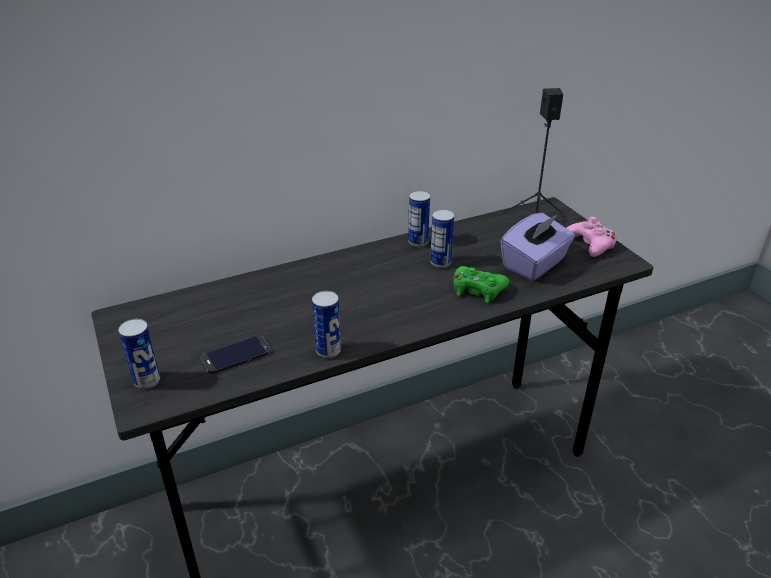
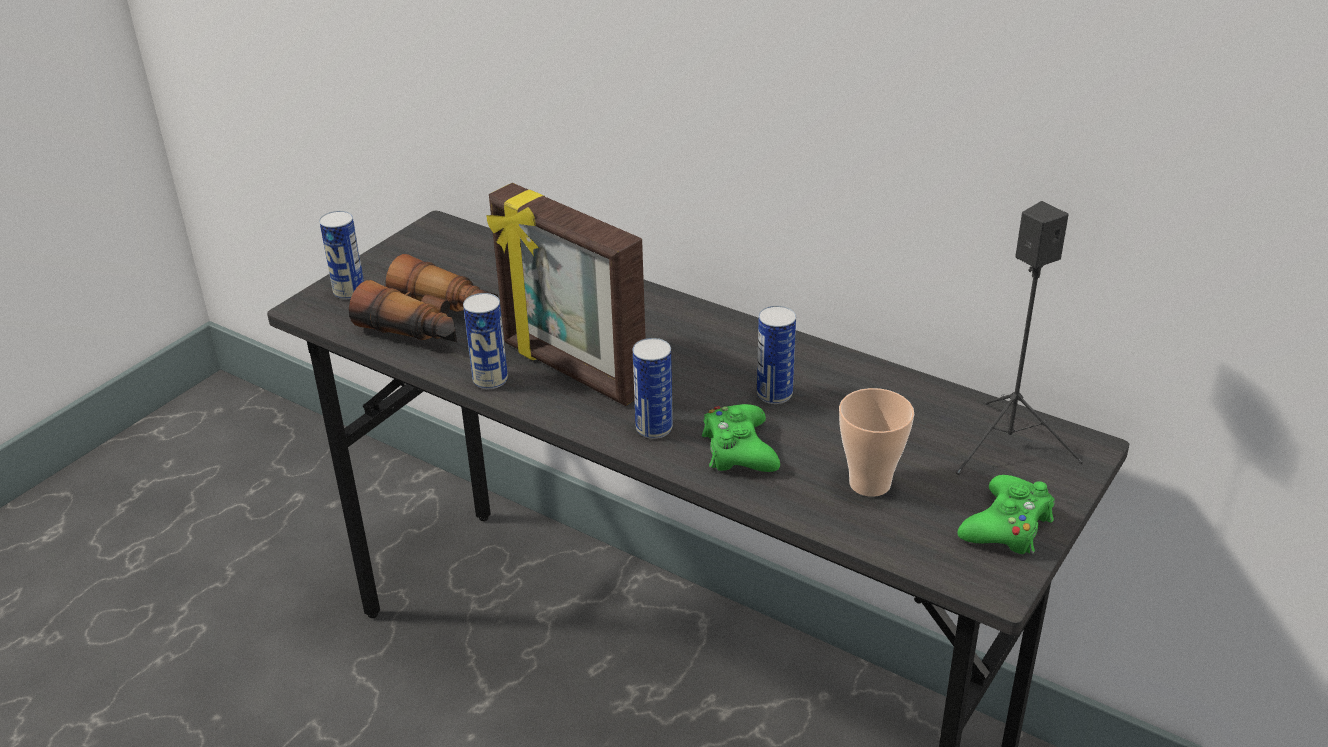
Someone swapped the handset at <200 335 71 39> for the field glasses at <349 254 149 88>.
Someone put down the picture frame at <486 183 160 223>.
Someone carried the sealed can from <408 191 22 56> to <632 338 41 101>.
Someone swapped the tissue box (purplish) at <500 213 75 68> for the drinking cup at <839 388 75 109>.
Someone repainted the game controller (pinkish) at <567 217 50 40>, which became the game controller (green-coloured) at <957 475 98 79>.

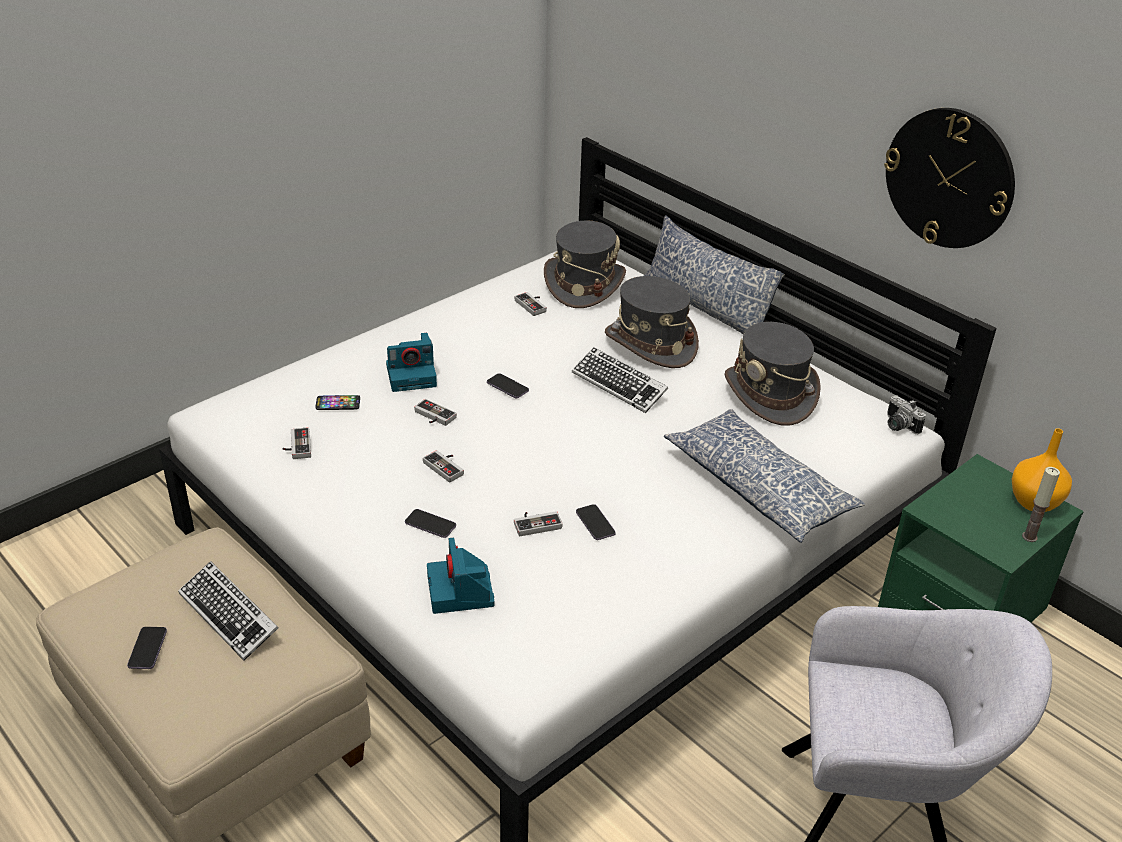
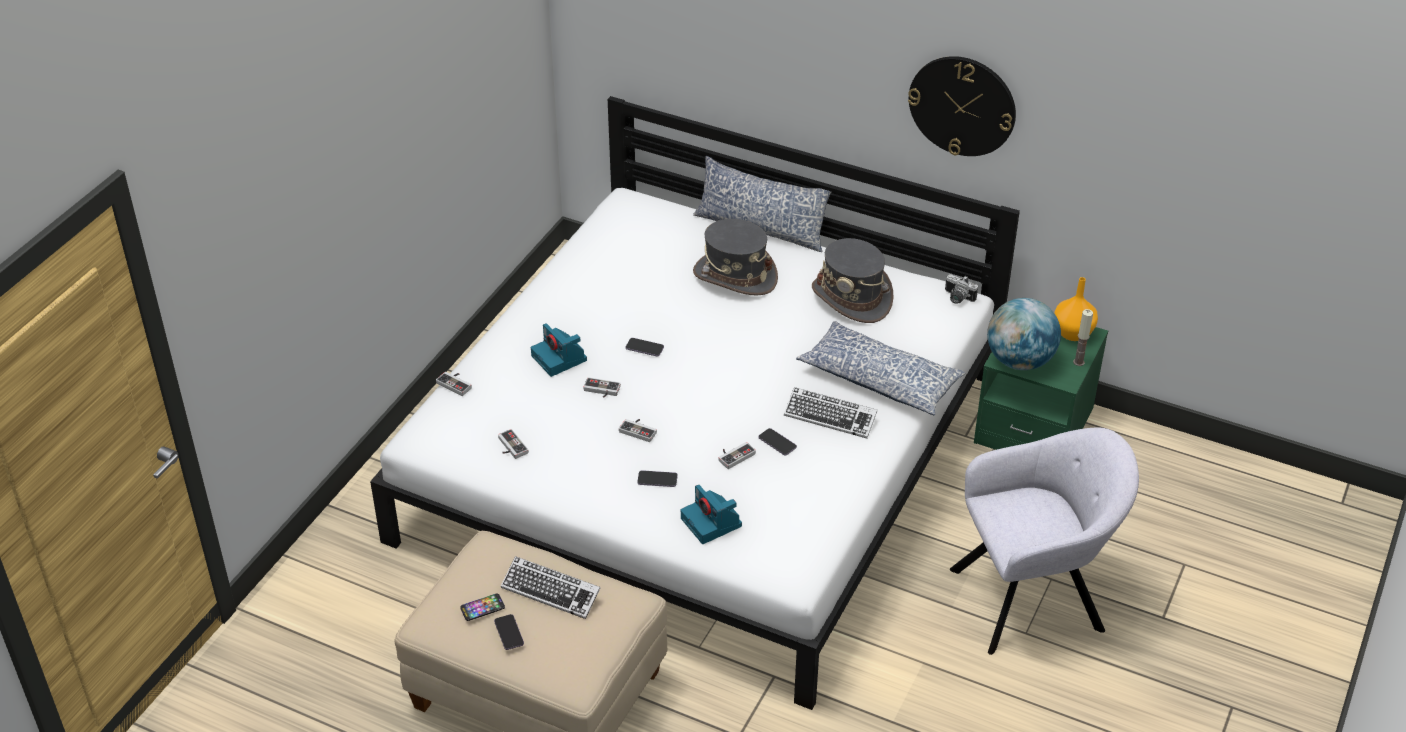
Someone carried the game controller from <515 292 32 24> to <436 372 36 24>.
Someone carried the handset from <315 395 45 15> to <460 594 45 27>.
Someone rotated the photo camera at <386 333 51 59> by 90 degrees clockwise.
Someone carried the computer keyboard from <572 347 96 66> to <784 387 93 51>.
Someone put down the desk globe at <987 298 74 72>.
Someone took away the clothing hat (gray) at <544 220 82 88>.

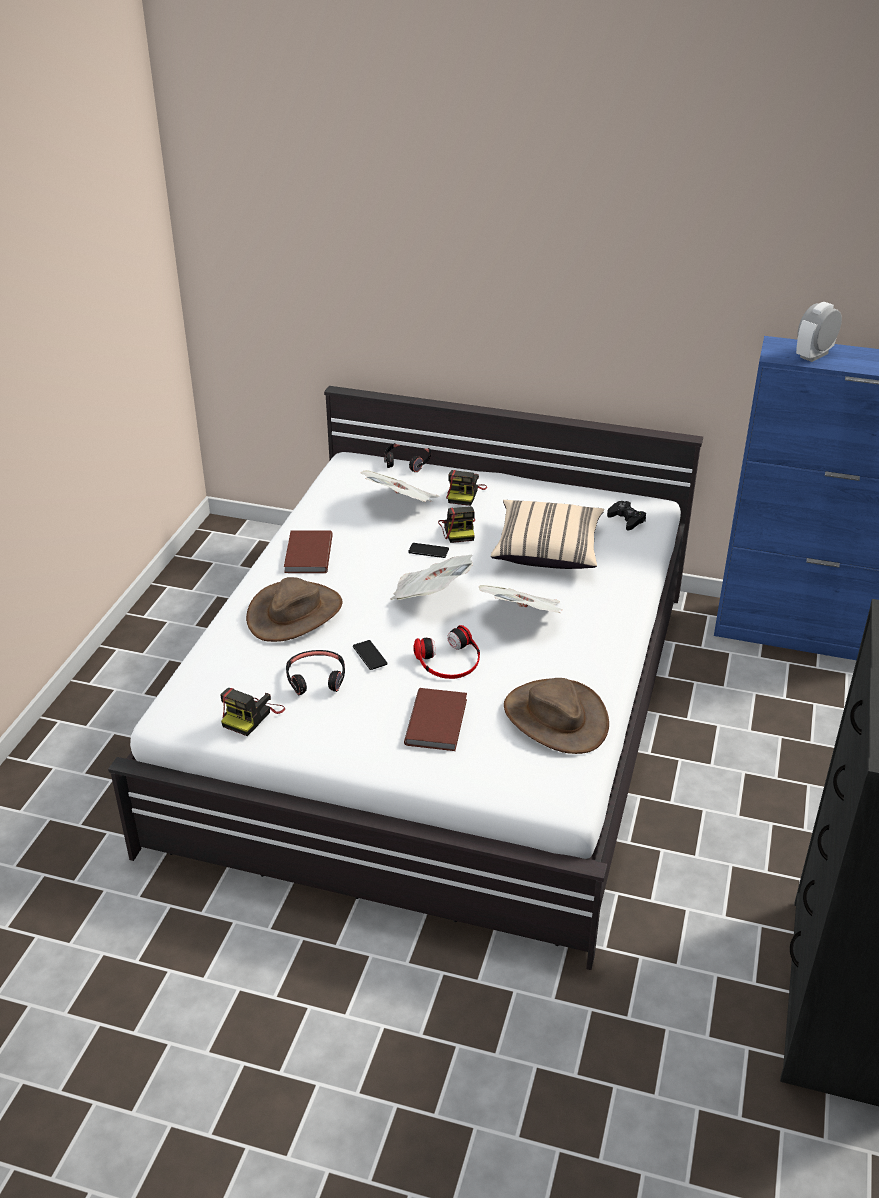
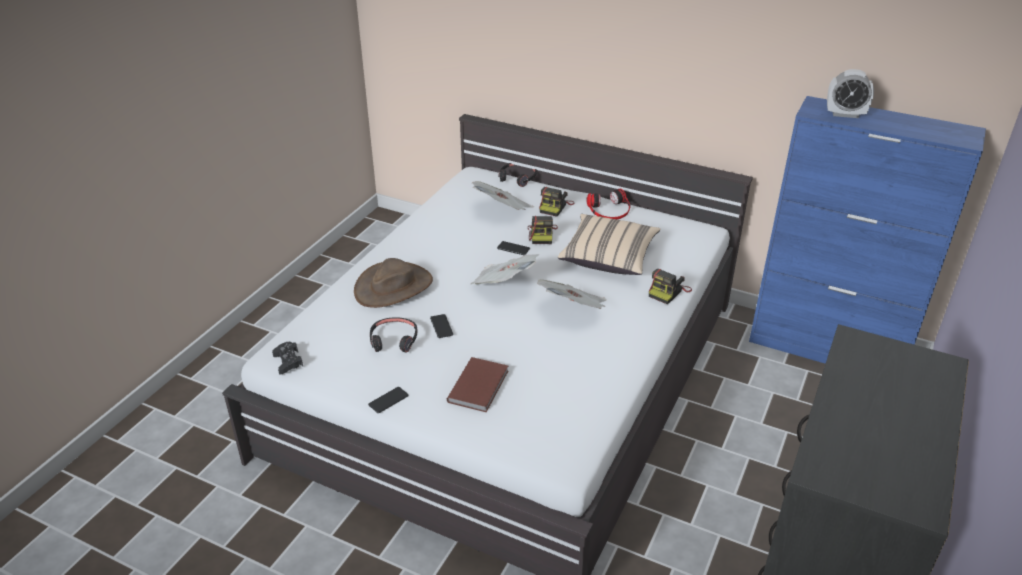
Someone carried the game controller (black) from <607 501 39 30> to <272 342 31 33>.
Someone put down the handset at <368 387 41 26>.
Someone carried the pair of headphones from <413 625 67 54> to <587 189 43 30>.
Someone carried the photo camera from <220 688 65 48> to <649 269 43 35>.
Someone rotated the table clock at <796 302 46 60> by 135 degrees counterclockwise.
Someone took away the volume (brown-coloured) at <284 530 49 43>.
Someone took away the clothing hat (brown-coloured) at <504 678 105 76>.

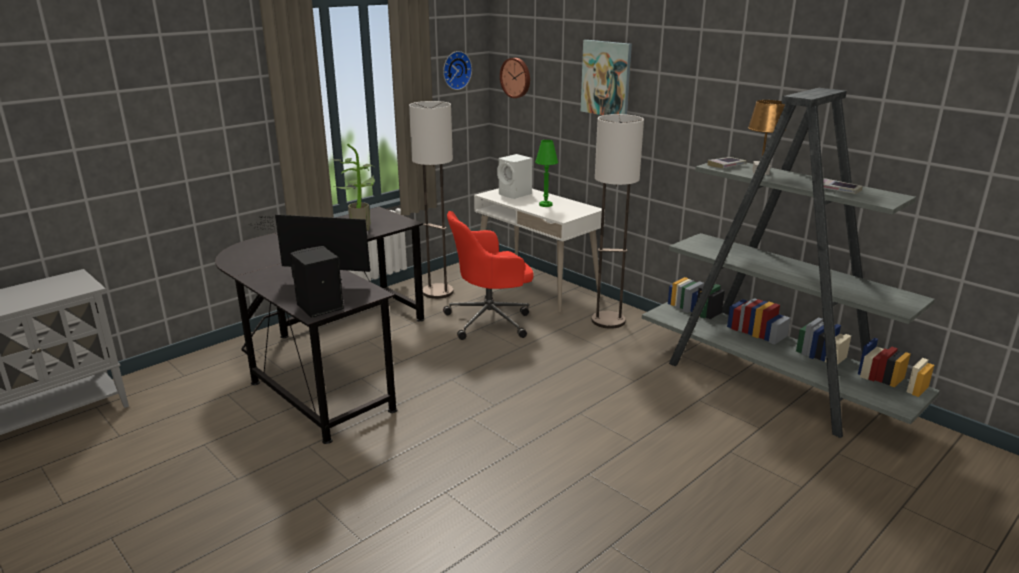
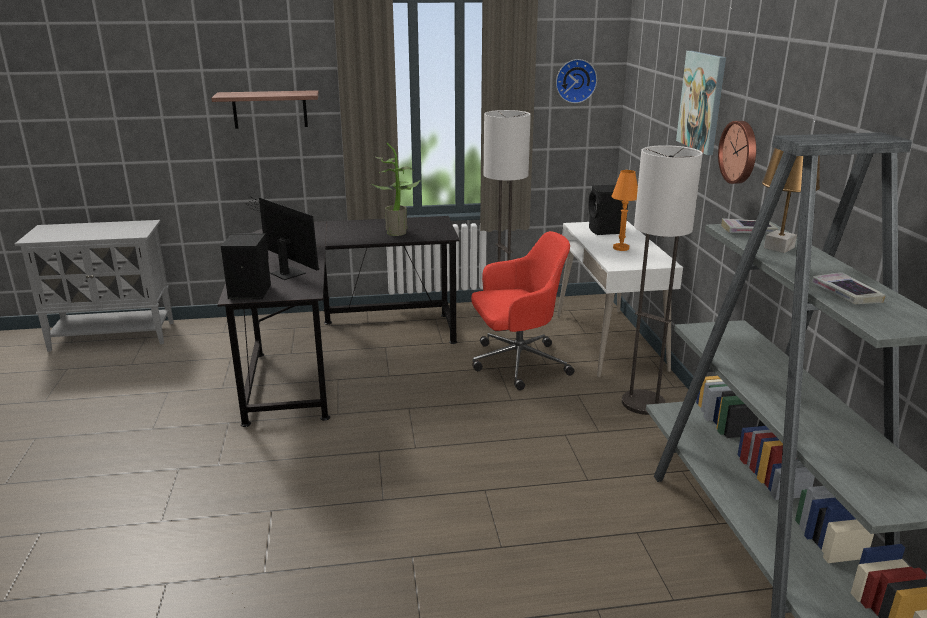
Someone put up the bracket shelf at <211 90 108 39>.
Someone rotated the desk chair (reddish) at <443 211 91 129> by 150 degrees clockwise.
Someone repainted the speaker (whitish) at <497 154 35 45>, which became the speaker (black) at <588 185 40 50>.
Someone repainted the tabletop lamp (green-coloured) at <535 140 23 67>, which became the tabletop lamp (orangey) at <612 170 26 81>.
Someone carried the wall clock from <500 58 30 40> to <718 121 38 63>.

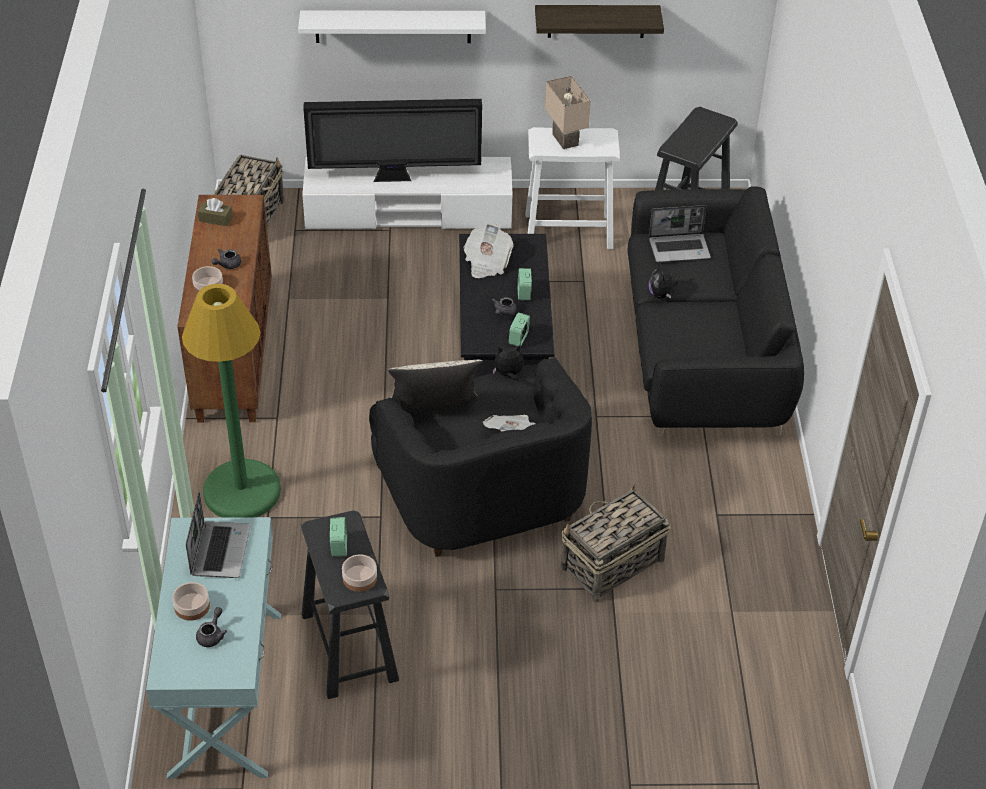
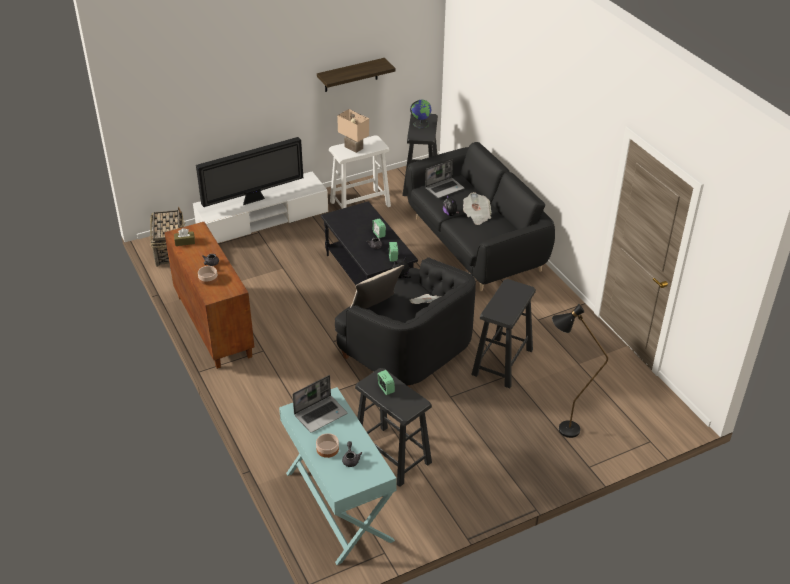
Someone rotated the laptop at <186 492 64 86> by 75 degrees clockwise.
Someone put down the desk globe at <410 100 21 29>.
Someone carried the daily paper from <463 223 50 55> to <463 192 28 33>.
Someone swapped the storage basket at <561 485 110 117> for the stool seat (black) at <471 279 65 109>.
Someone put down the standard lamp (black) at <552 304 56 134>.
Someone took away the standard lamp (green-coloured) at <182 284 99 234>.
Someone took away the bracket shelf (whitish) at <298 10 188 33>.
Someone took away the deep dish at <342 554 35 38>.

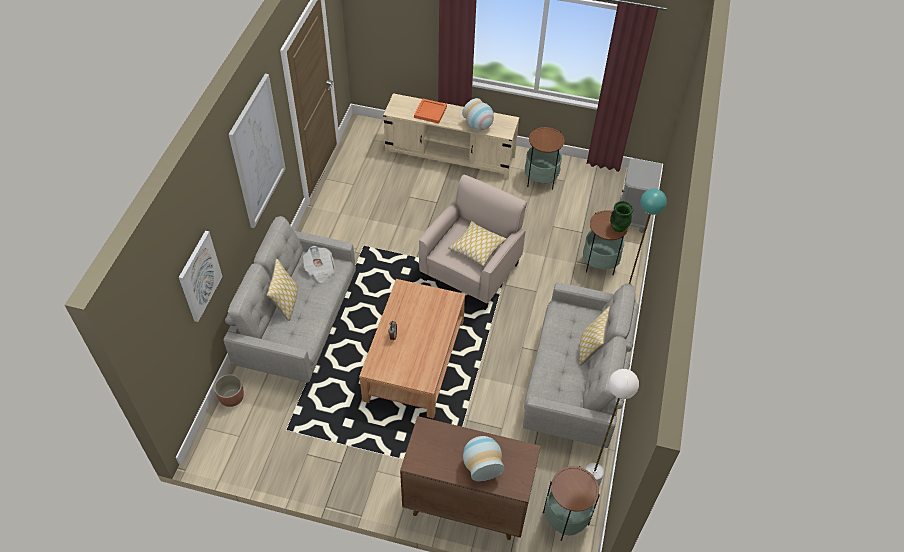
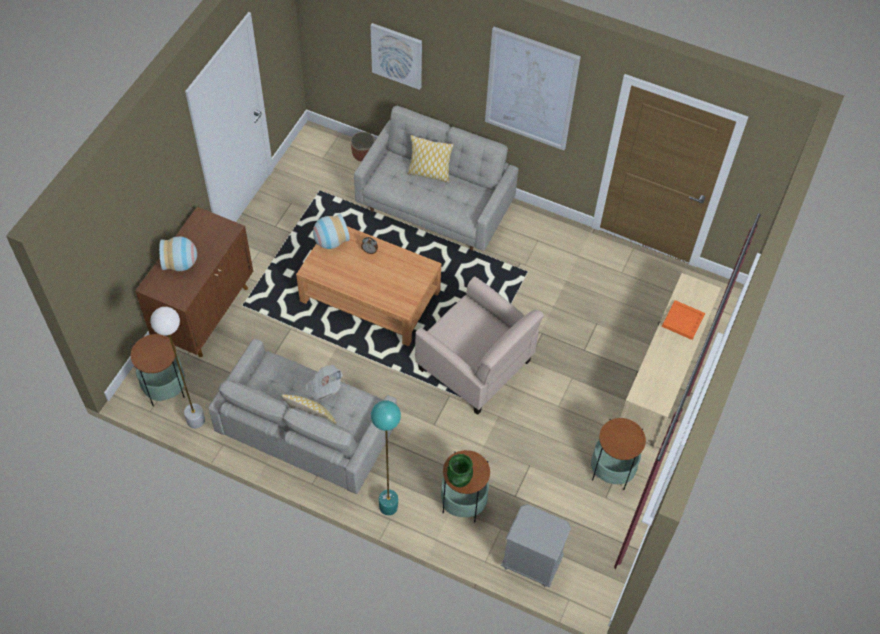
Someone carried the daily paper from <303 246 32 37> to <305 365 38 36>.
Someone carried the flower vase from <462 98 32 32> to <313 214 37 35>.
Someone took away the pillow at <448 221 59 46>.

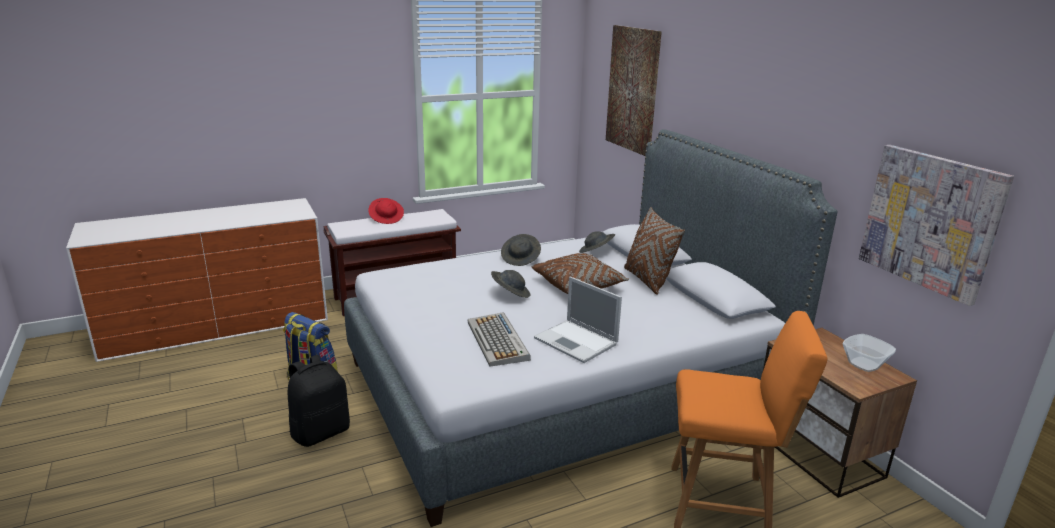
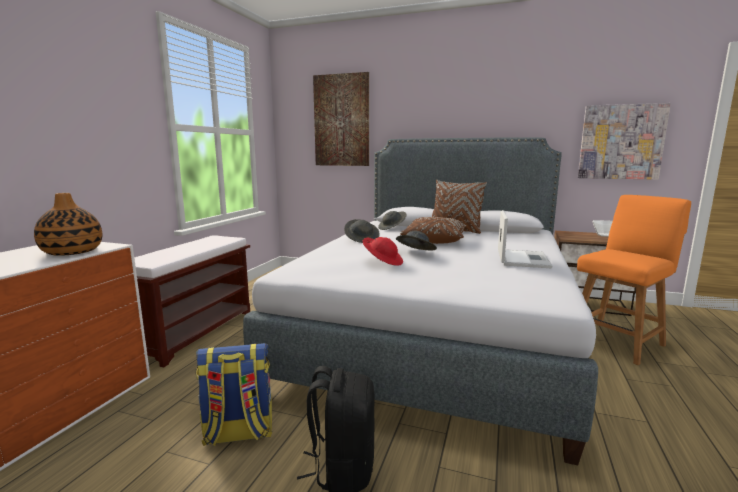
Someone put down the flower vase at <34 193 68 63>.
Someone carried the clothing hat (reddish) from <368 198 36 26> to <363 237 40 29>.
Someone rotated the laptop at <534 277 88 86> by 75 degrees counterclockwise.
Someone took away the computer keyboard at <468 312 63 55>.

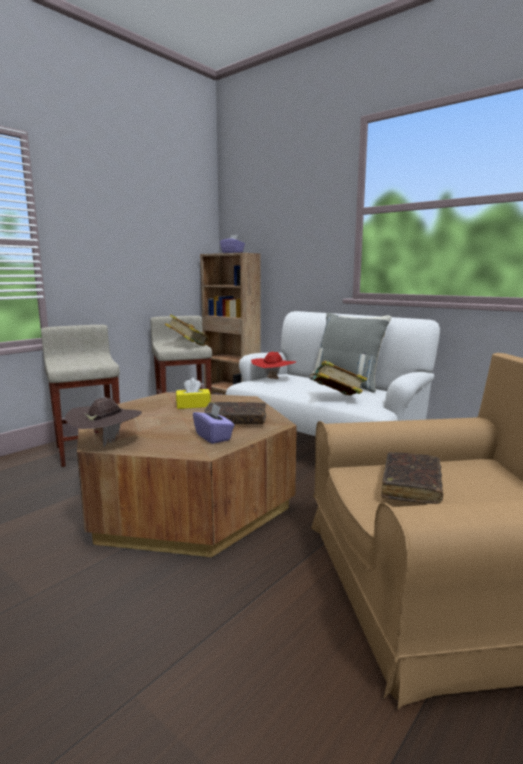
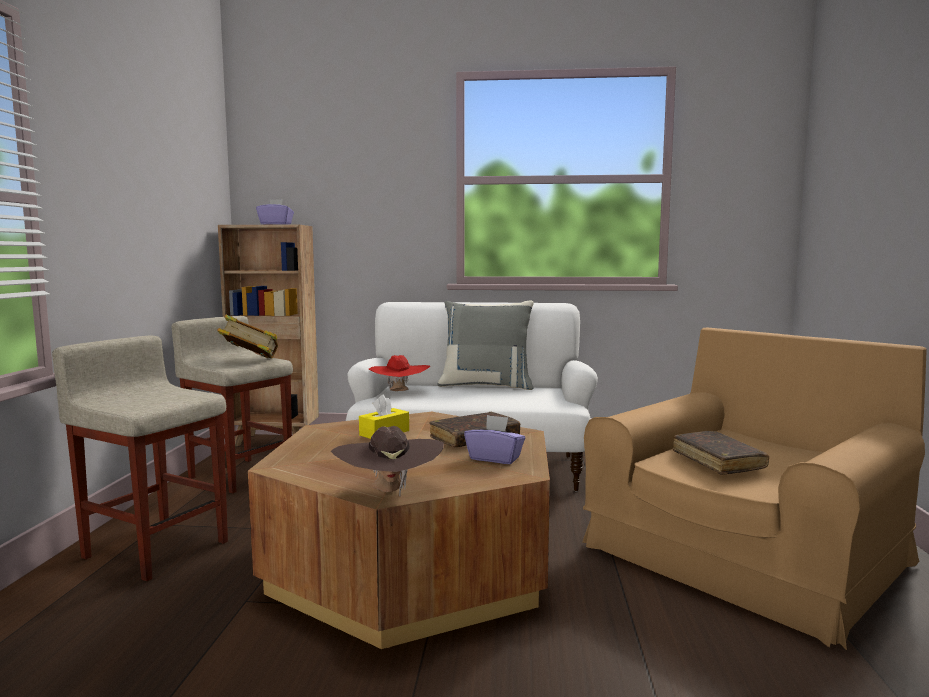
Someone took away the volume at <310 360 57 36>.

